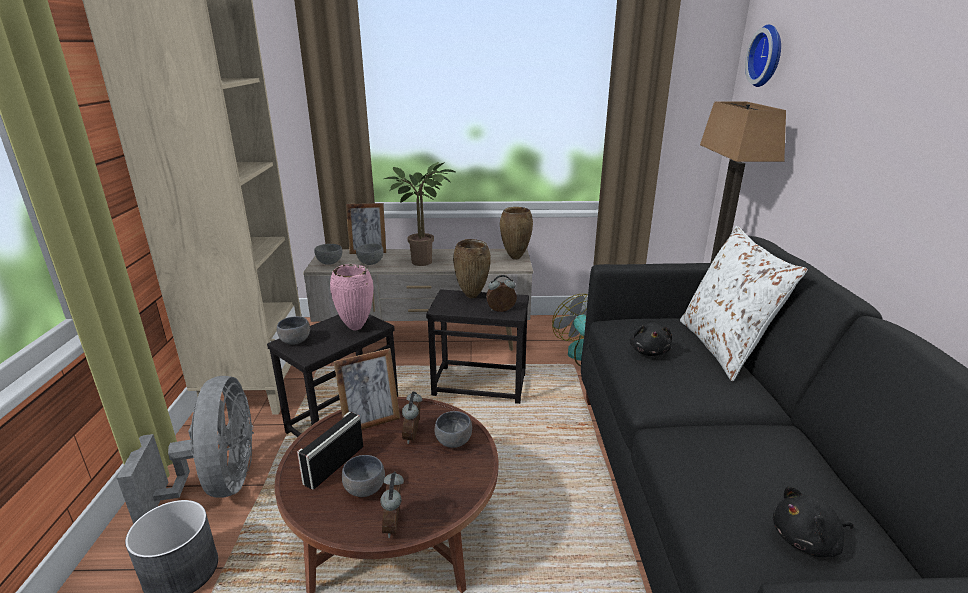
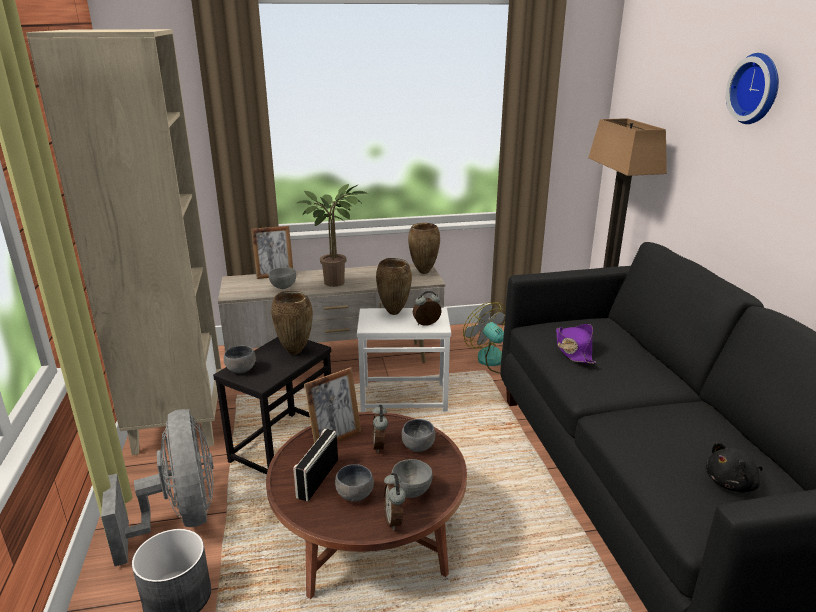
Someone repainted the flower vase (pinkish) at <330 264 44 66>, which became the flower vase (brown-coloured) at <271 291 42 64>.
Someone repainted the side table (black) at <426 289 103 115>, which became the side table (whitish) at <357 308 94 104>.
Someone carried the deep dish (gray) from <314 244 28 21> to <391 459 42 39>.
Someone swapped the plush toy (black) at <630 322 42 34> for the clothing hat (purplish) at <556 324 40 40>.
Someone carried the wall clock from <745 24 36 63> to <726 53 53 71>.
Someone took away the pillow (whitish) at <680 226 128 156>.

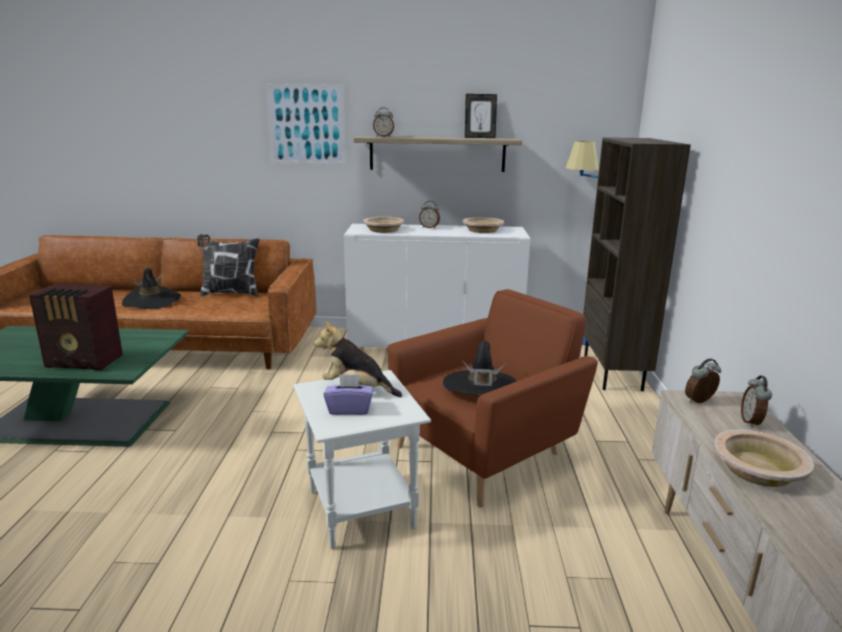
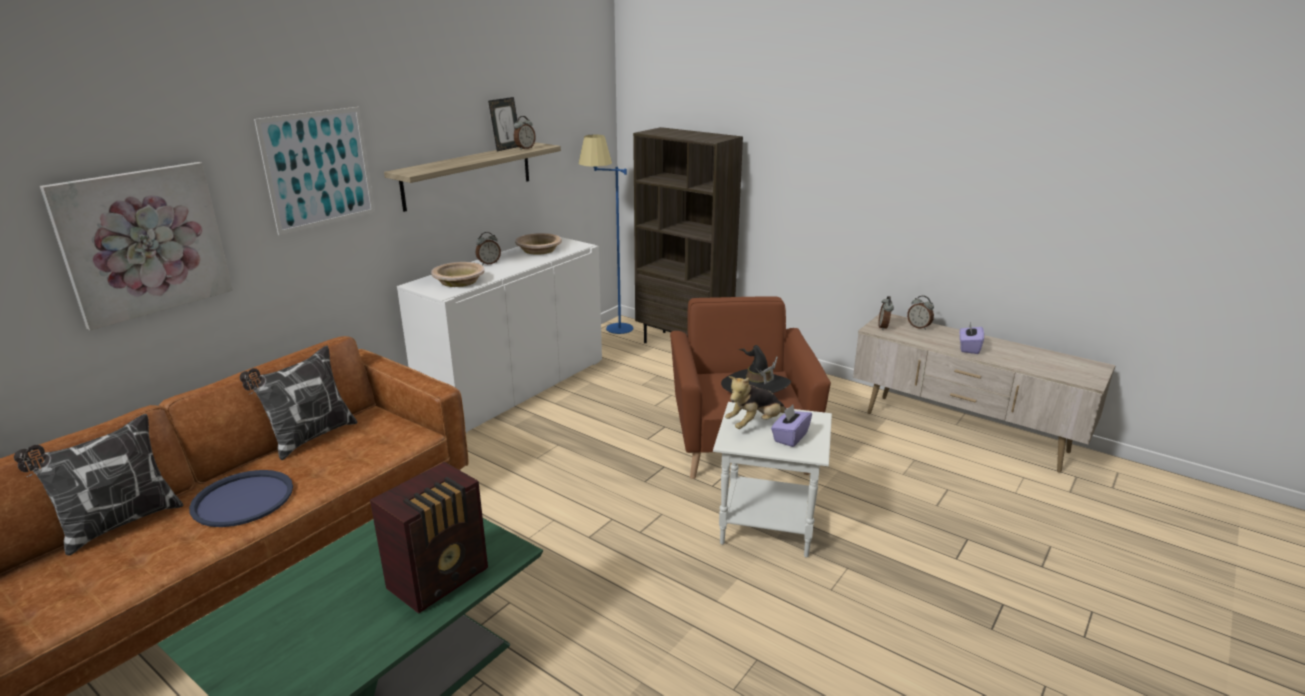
Someone put down the pillow at <14 414 170 141>.
Someone put up the wall art at <40 162 193 169>.
Someone swapped the clothing hat (black) at <122 268 59 41> for the carrying tray (blue) at <189 470 104 57>.
Someone carried the table clock from <373 108 21 29> to <514 116 22 34>.
Someone swapped the deep dish (beige) at <713 429 101 58> for the tissue box (purplish) at <959 322 25 32>.

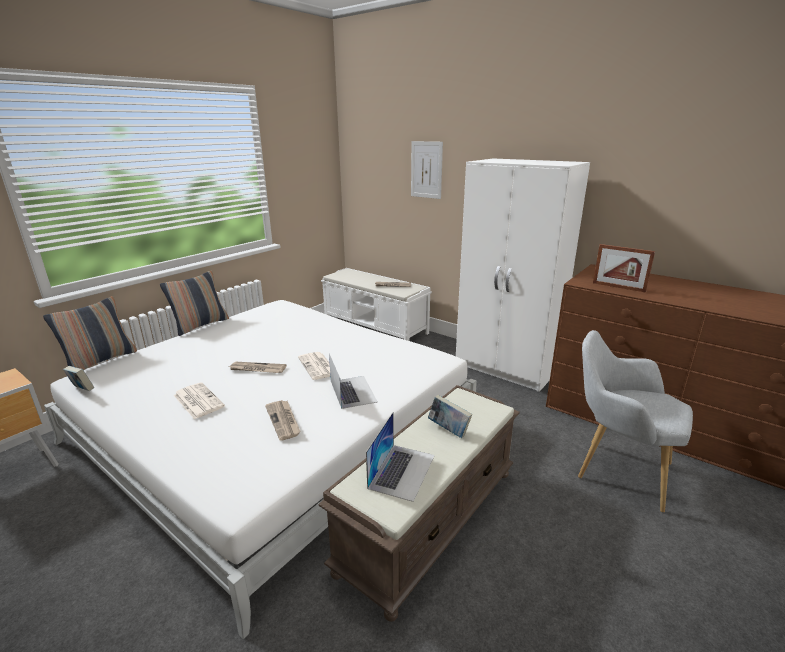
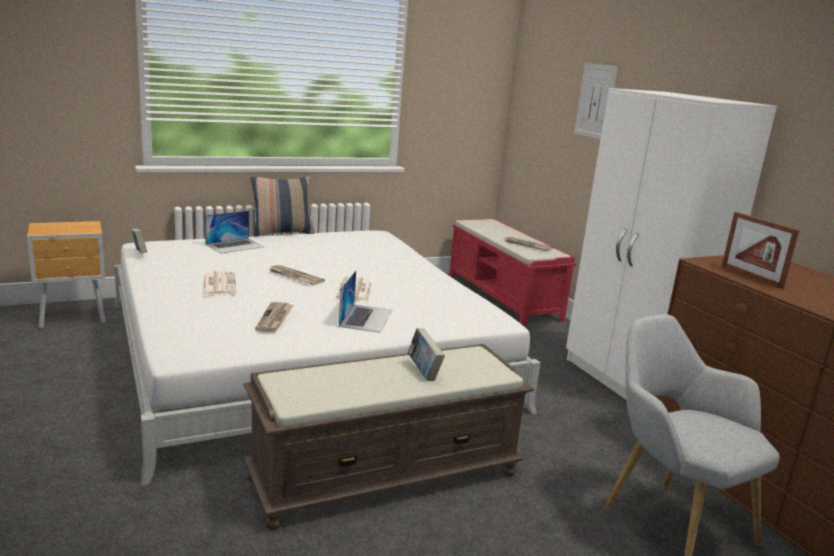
Someone carried the laptop from <366 412 69 90> to <205 211 60 42>.
Someone repainted the bench (whitish) at <321 268 111 73>, which became the bench (reddish) at <449 218 127 108>.
Someone took away the pillow at <43 296 94 74>.

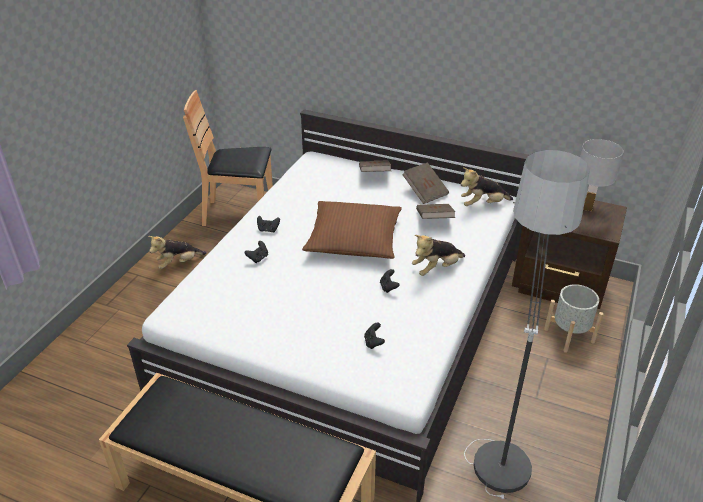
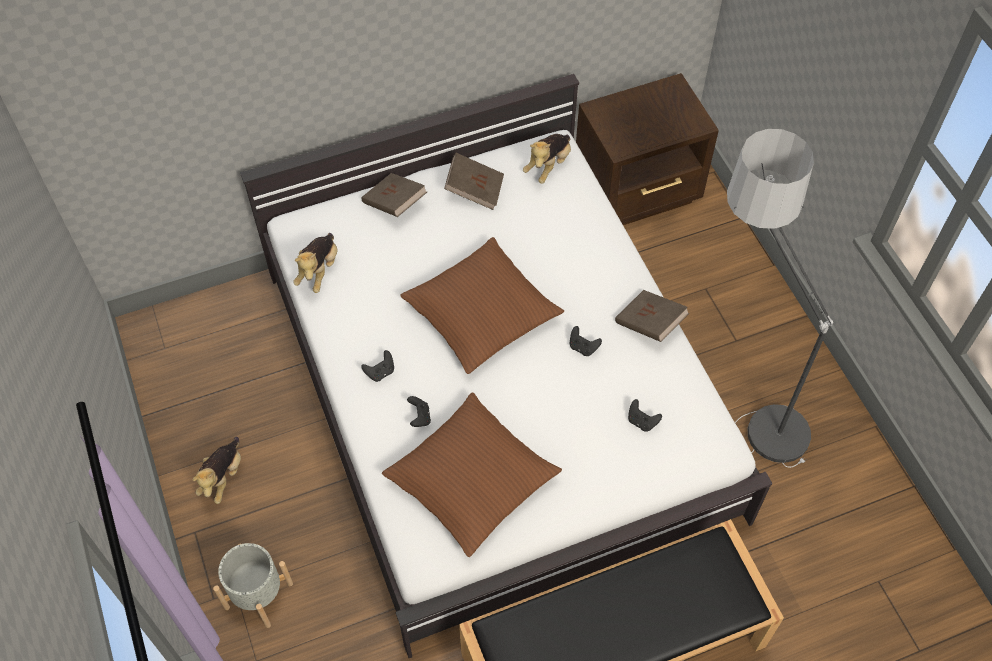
Someone carried the planter (gray) from <544 284 59 69> to <213 543 80 85>.
Someone carried the plush toy from <412 235 53 41> to <293 233 45 60>.
Someone put down the pillow (brown-coloured) at <382 392 180 165>.
Someone carried the volume (brown-coloured) from <416 204 39 15> to <615 290 74 52>.
Someone took away the chair (brown-coloured) at <183 90 90 136>.
Someone took away the tabletop lamp (whitish) at <580 139 43 72>.

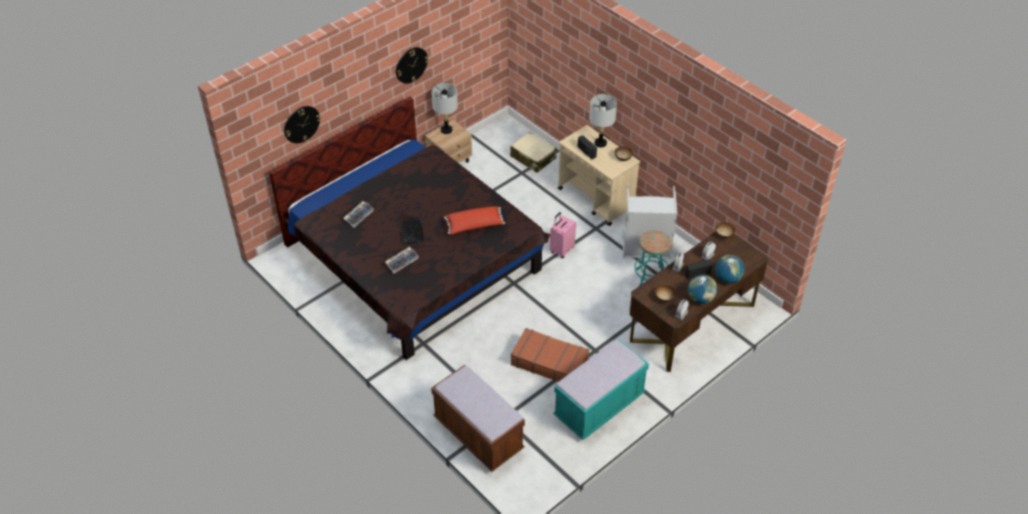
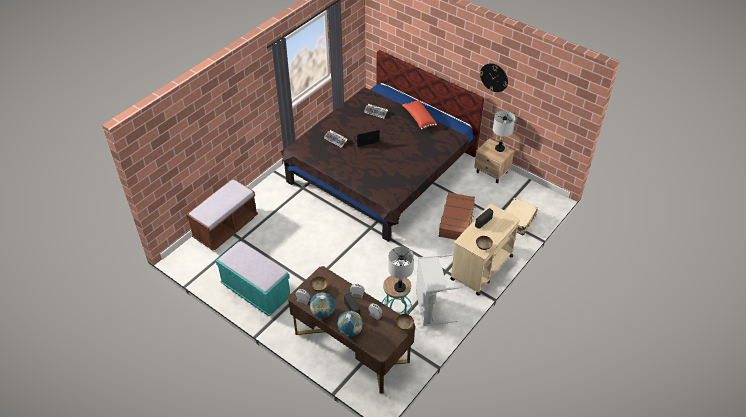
Someone carried the tabletop lamp (gray) from <589 94 28 54> to <388 247 26 46>.
Someone carried the pillow (reddish) from <444 206 61 28> to <402 100 35 29>.
Someone carried the suitcase (brown-coloured) from <511 328 78 54> to <438 192 38 48>.
Someone took away the wall clock at <284 106 37 37>.
Someone took away the suitcase (pinkish) at <550 212 26 46>.

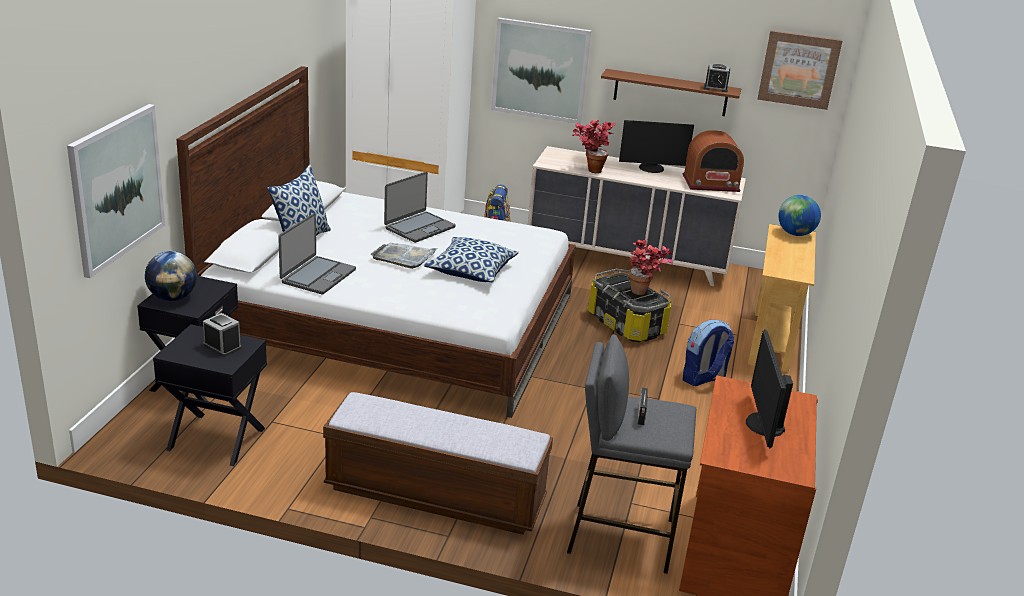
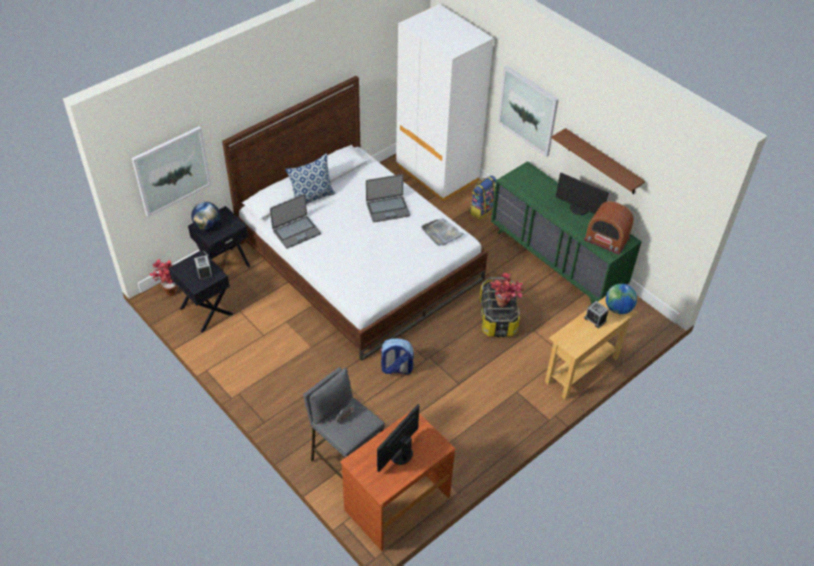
Someone carried the potted plant from <572 120 43 53> to <149 259 28 37>.
Someone carried the knapsack from <683 320 51 66> to <380 338 34 36>.
Someone carried the carrying tray (gray) from <371 242 67 27> to <421 218 44 28>.
Someone repainted the dresser (beige) at <528 146 218 140>, which became the dresser (green-coloured) at <491 161 151 143>.
Someone carried the table clock from <704 64 26 28> to <584 301 25 27>.
Someone took away the bench at <323 392 230 143>.
Someone took away the pillow at <424 237 95 45>.
Someone took away the wall art at <757 30 86 80>.

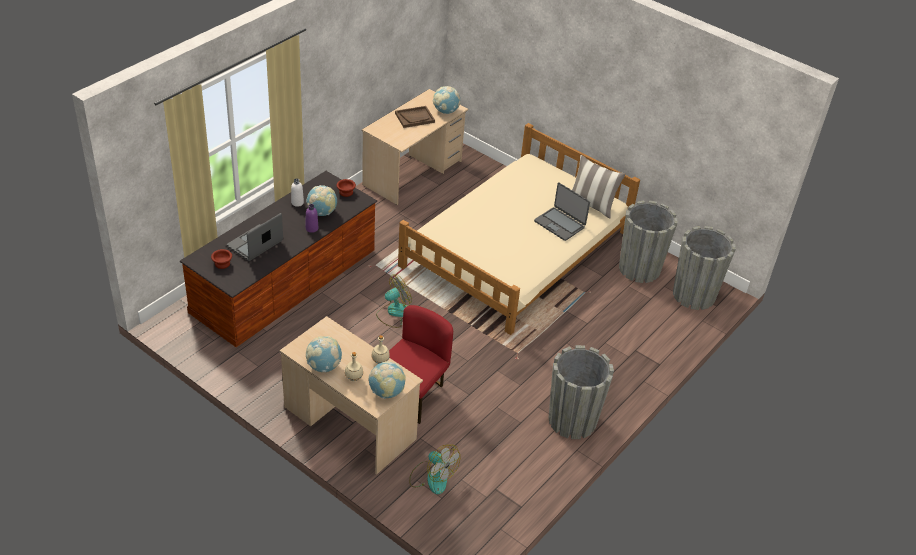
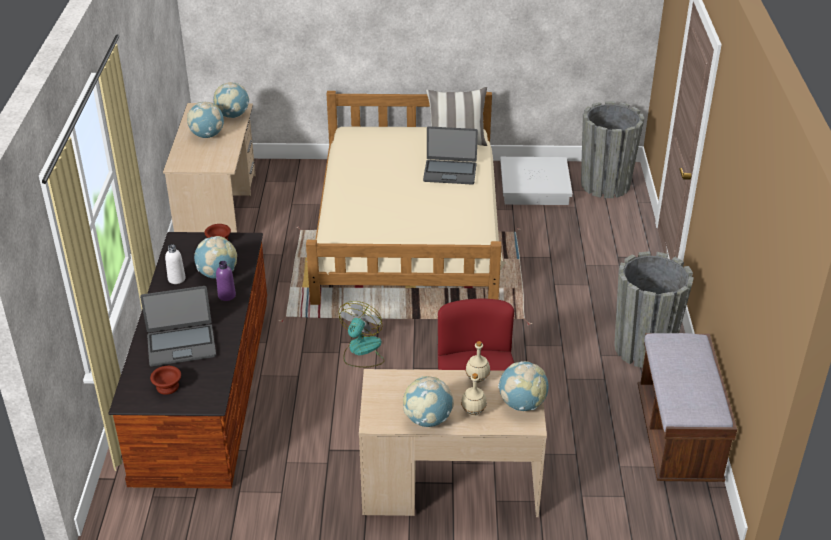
Someone rotated the laptop at <227 213 56 48> by 105 degrees counterclockwise.
Someone swapped the carrying tray (brown-coloured) at <395 106 40 22> for the desk globe at <187 102 37 36>.
Someone swapped the planter (gray) at <619 200 59 83> for the storage bin (whitish) at <500 157 72 48>.
Someone put down the bench (brown-coloured) at <638 333 99 149>.
Someone took away the cooling fan at <409 445 51 49>.

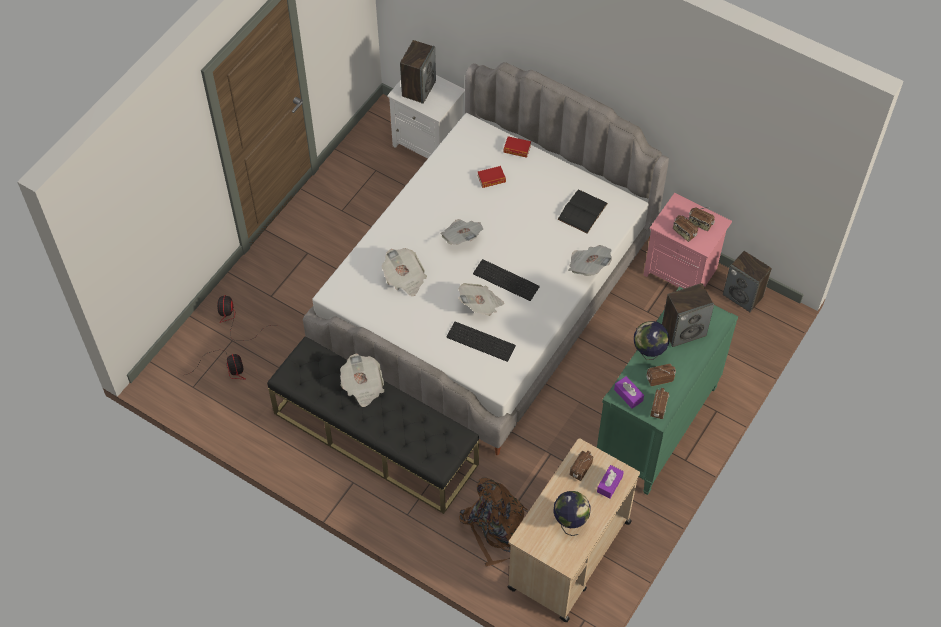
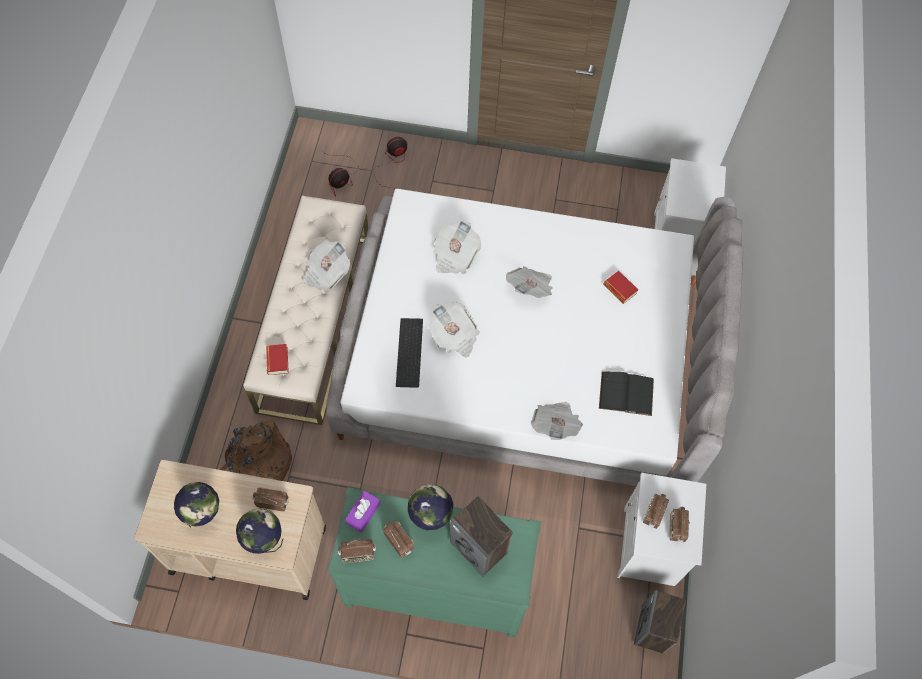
Someone swapped the tissue box (purplish) at <597 465 27 34> for the desk globe at <236 508 47 46>.
Someone repainted the bench (black) at <267 336 212 178>, which became the bench (beige) at <243 196 125 229>.
Someone carried the volume from <503 136 28 22> to <266 344 23 31>.
Someone repainted the night table (pinkish) at <644 193 88 96>, which became the night table (whitish) at <617 473 89 113>.
Someone took away the speaker at <400 40 36 64>.
Someone took away the computer keyboard at <473 259 67 42>.

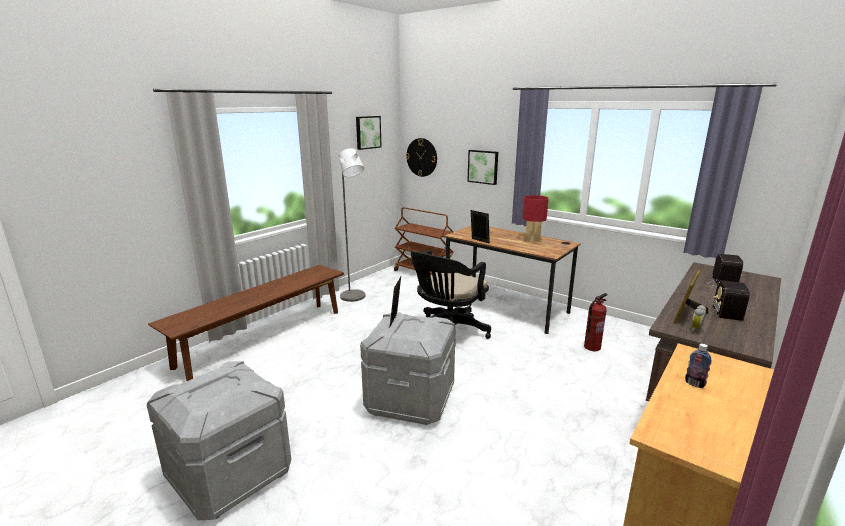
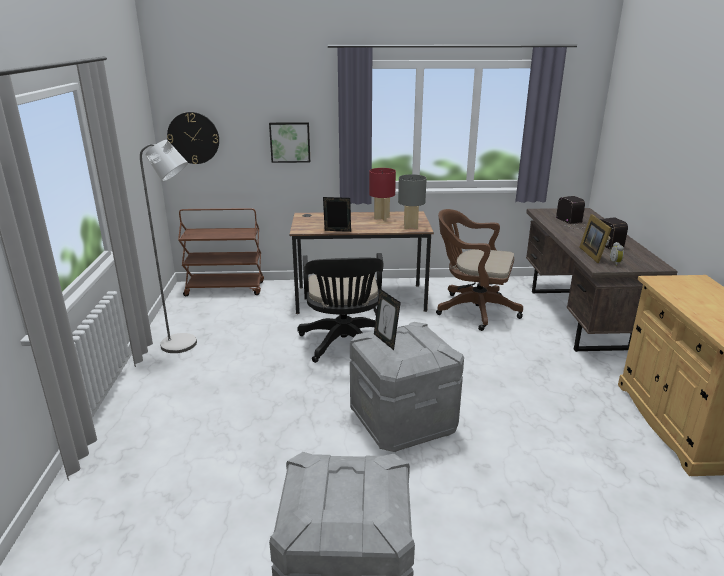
Someone put down the tabletop lamp (gray) at <398 174 29 55>.
Someone swapped the extinguisher at <584 293 23 58> for the desk chair (brown-coloured) at <436 209 87 122>.
Someone took away the bench (brown-coloured) at <148 265 196 116>.
Someone took away the wall art at <356 116 26 34>.
Someone took away the beverage bottle at <685 344 27 44>.

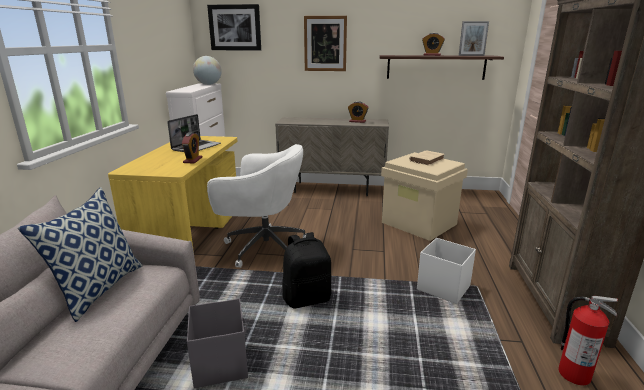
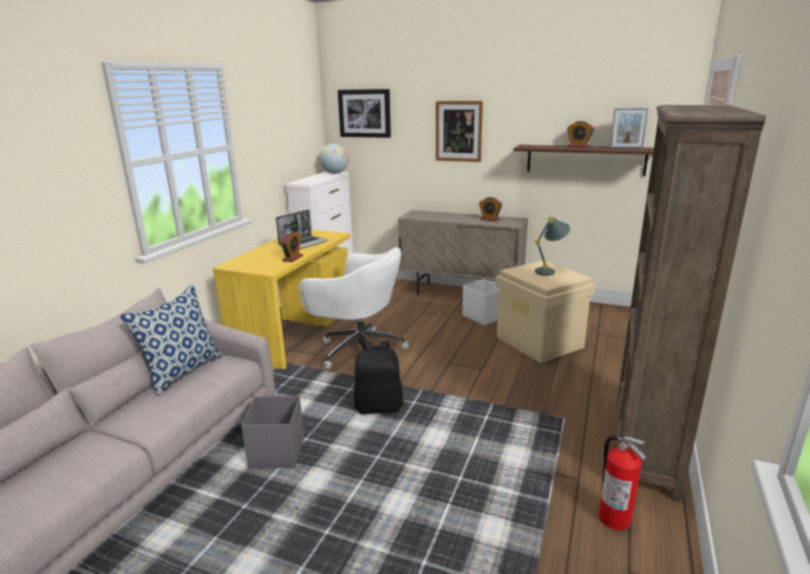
Someone carried the storage bin (whitish) from <417 238 59 66> to <462 279 37 47>.
Someone swapped the volume (beige) at <409 150 36 16> for the tabletop lamp (gray) at <535 216 35 60>.

